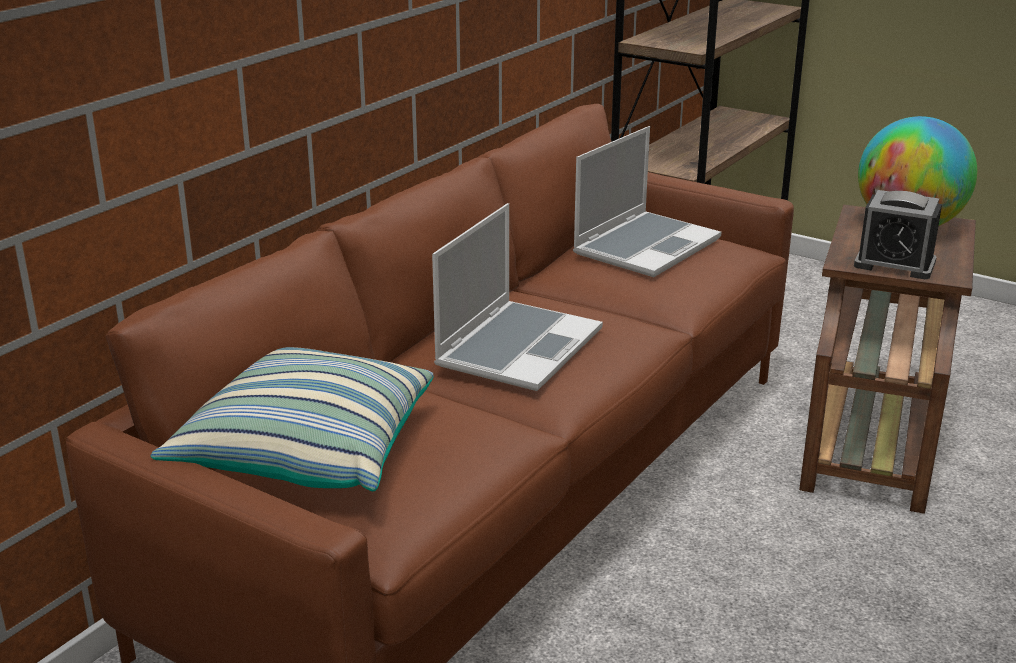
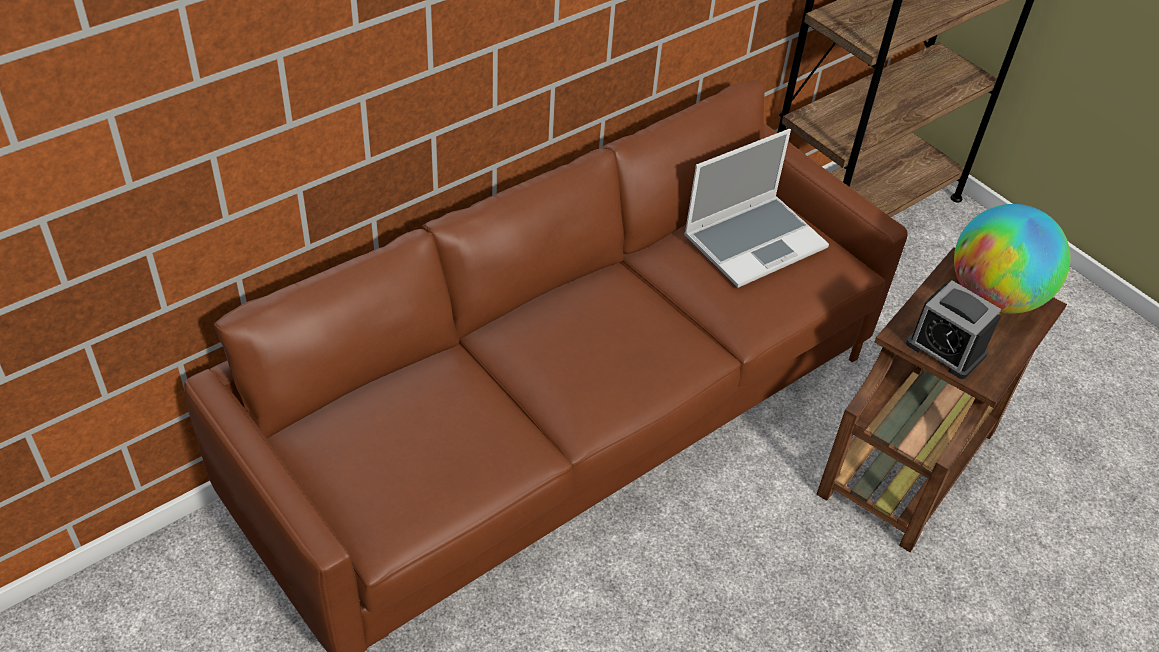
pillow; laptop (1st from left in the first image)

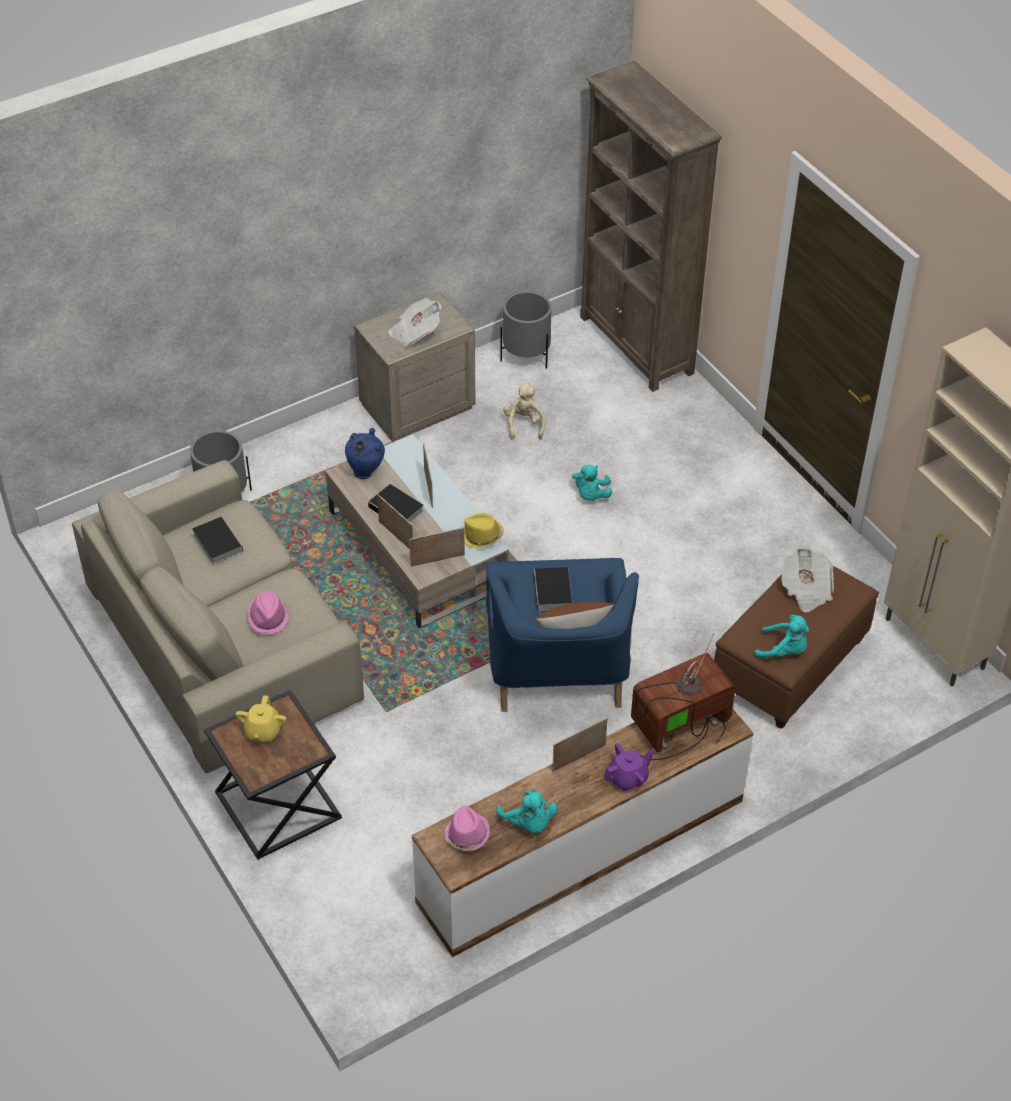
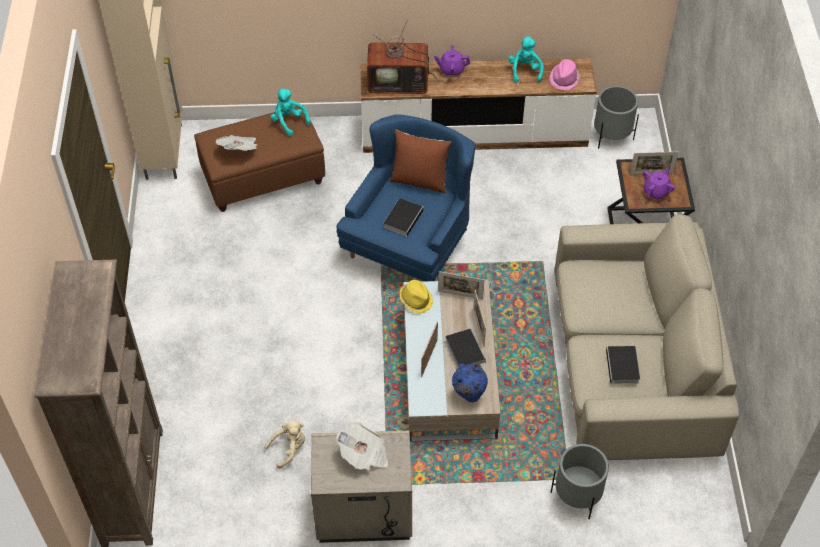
teapot (purple) (2nd from left); hat (pink) (1st from left in the first image); planter (grey) (2nd from left); plush toy (beige); picture frame (4th from left); plush toy (turquoise) (2nd from left in the first image)

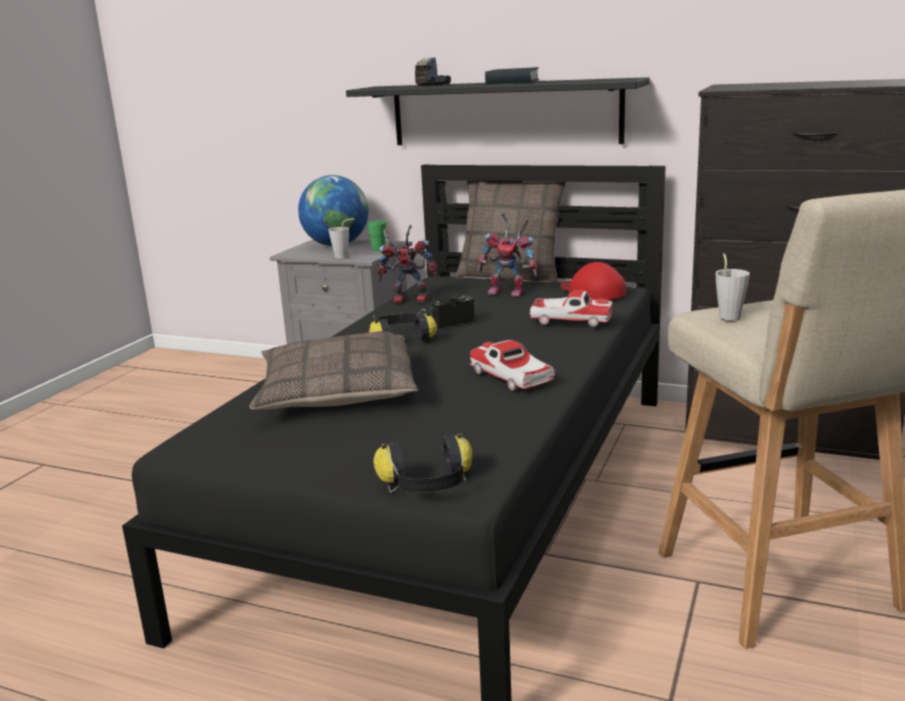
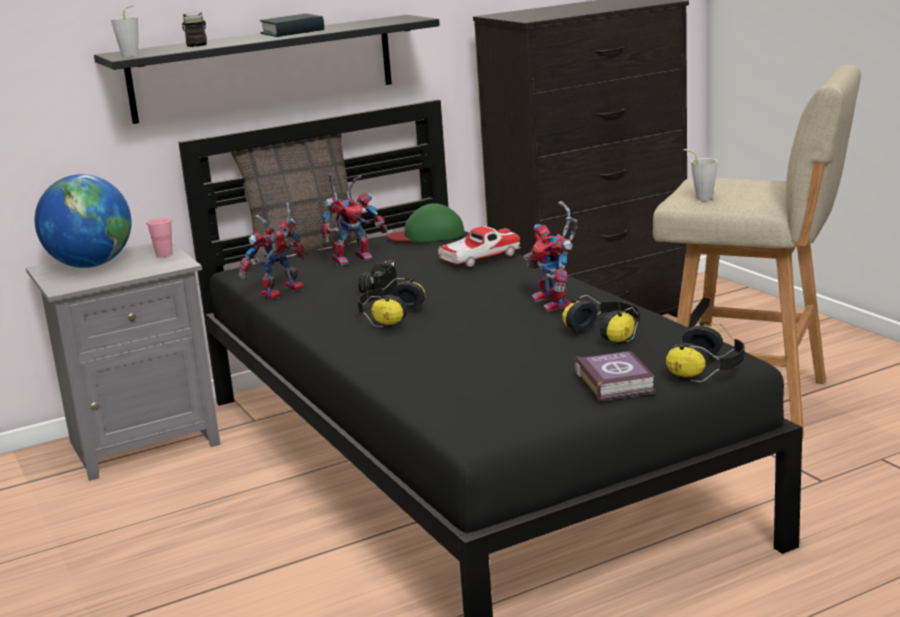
pillow (1st from left in the first image); cup (grey) (1st from left); cup (pink); toy robot (3rd from left); cap (green); headphones (2nd from left); book (2nd from left)

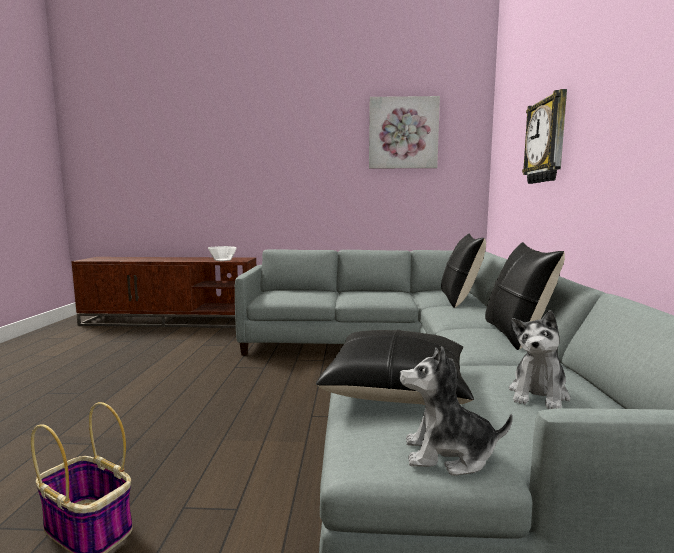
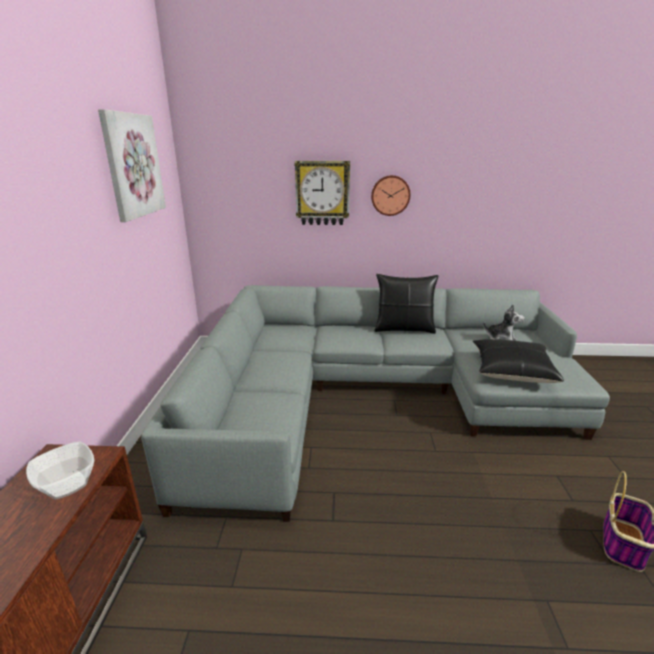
plush toy (1st from left in the first image); pillow (black) (2nd from left in the first image); wall clock (2nd from left)

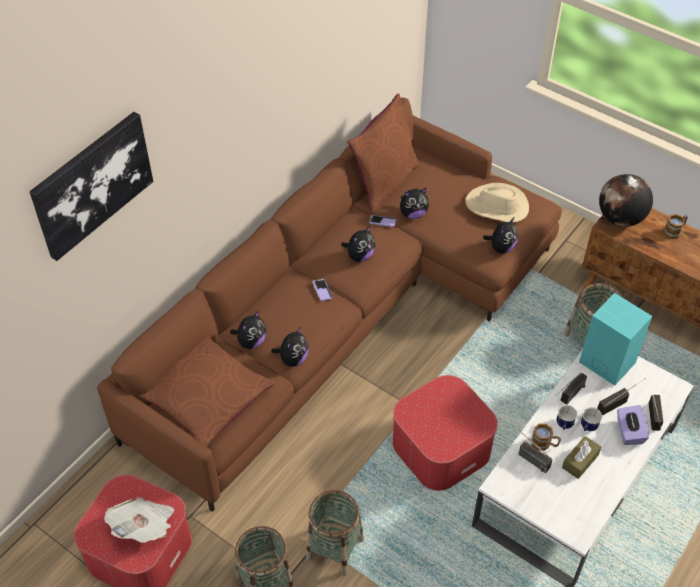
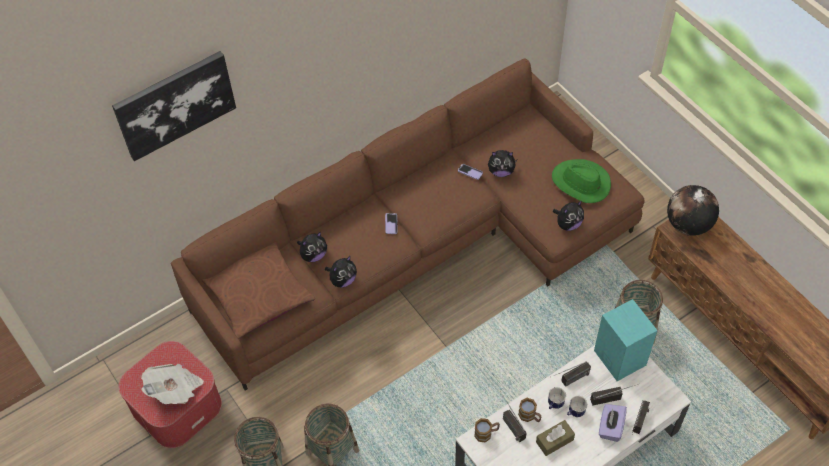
plush toy (3rd from left in the first image); pillow (brown) (2nd from left in the first image); ottoman (2nd from left in the first image); hat (green); mug (1st from left)

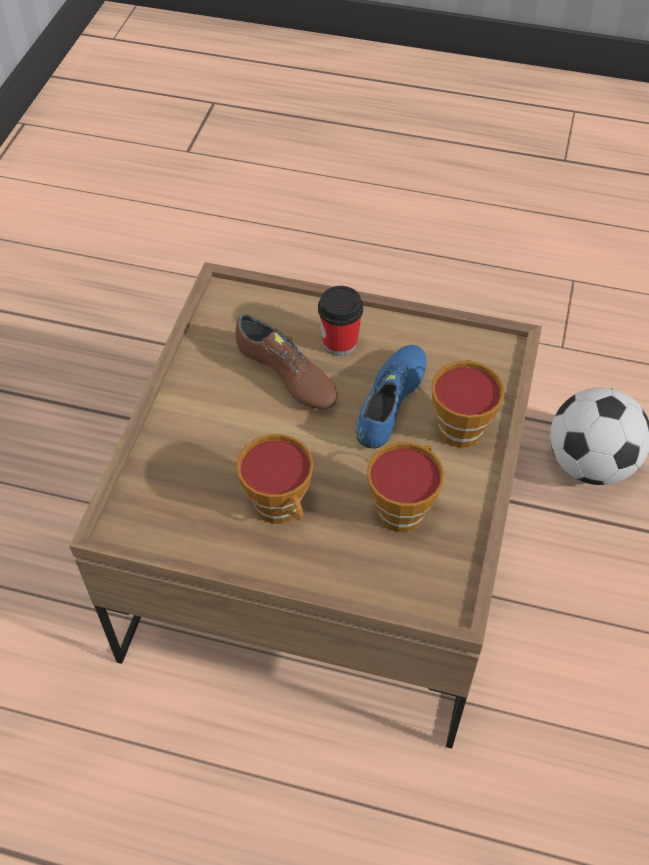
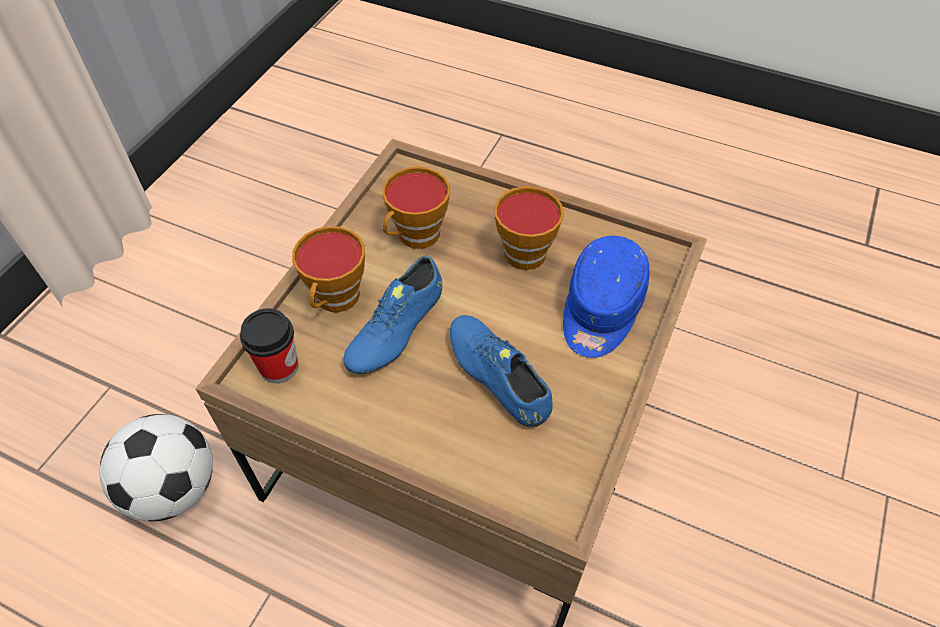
shoe (blue) (2nd from left); cup (1st from left); cap (blue)

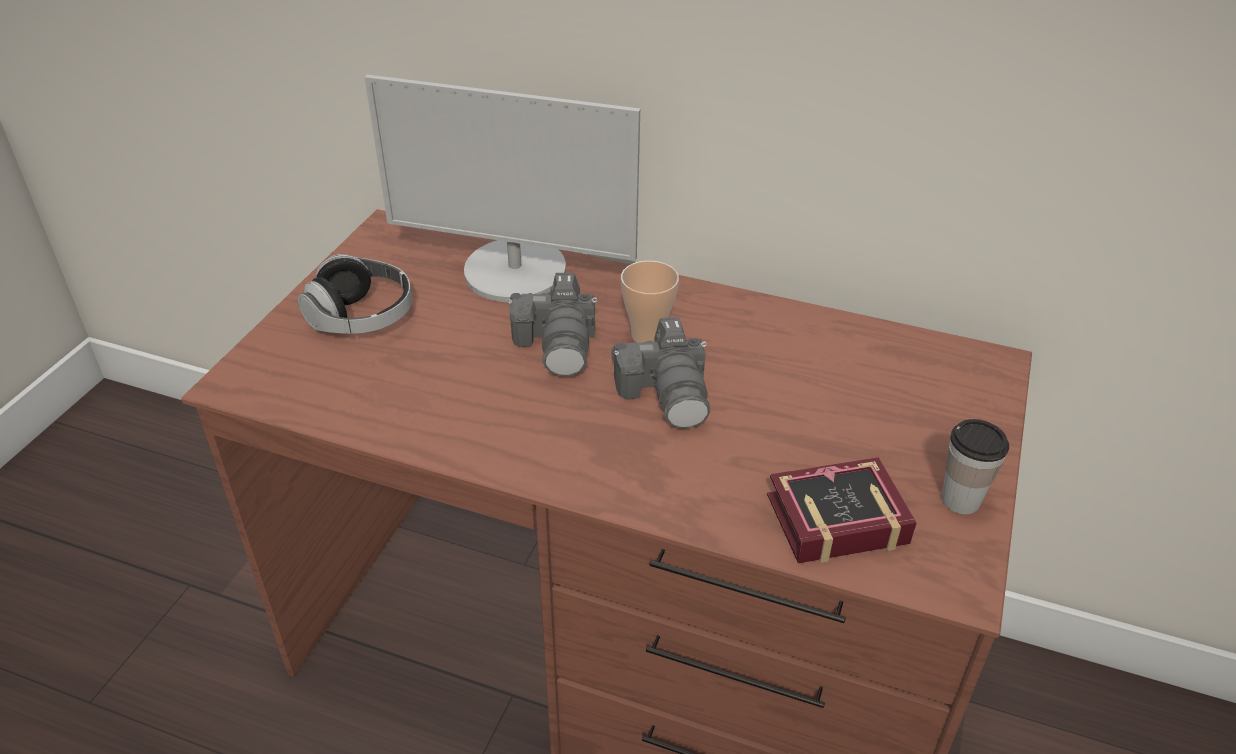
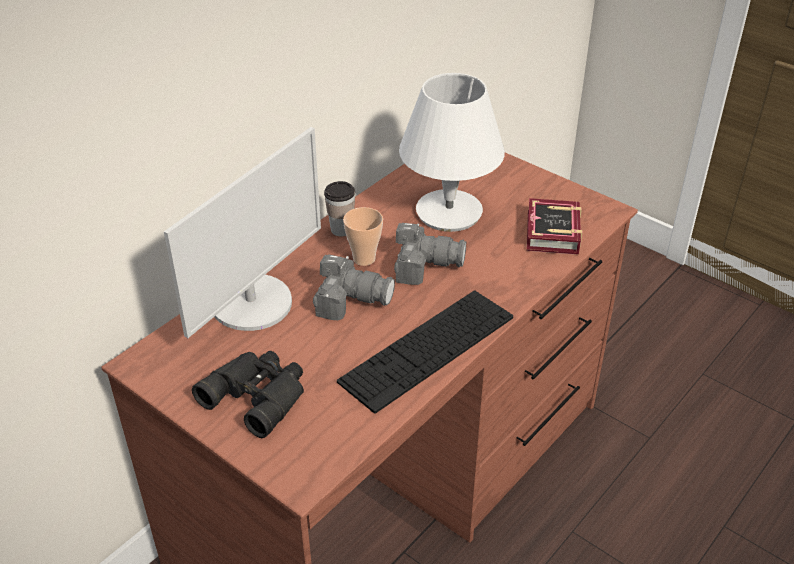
binoculars (black); cup (1st from left); keyboard; table lamp (white)

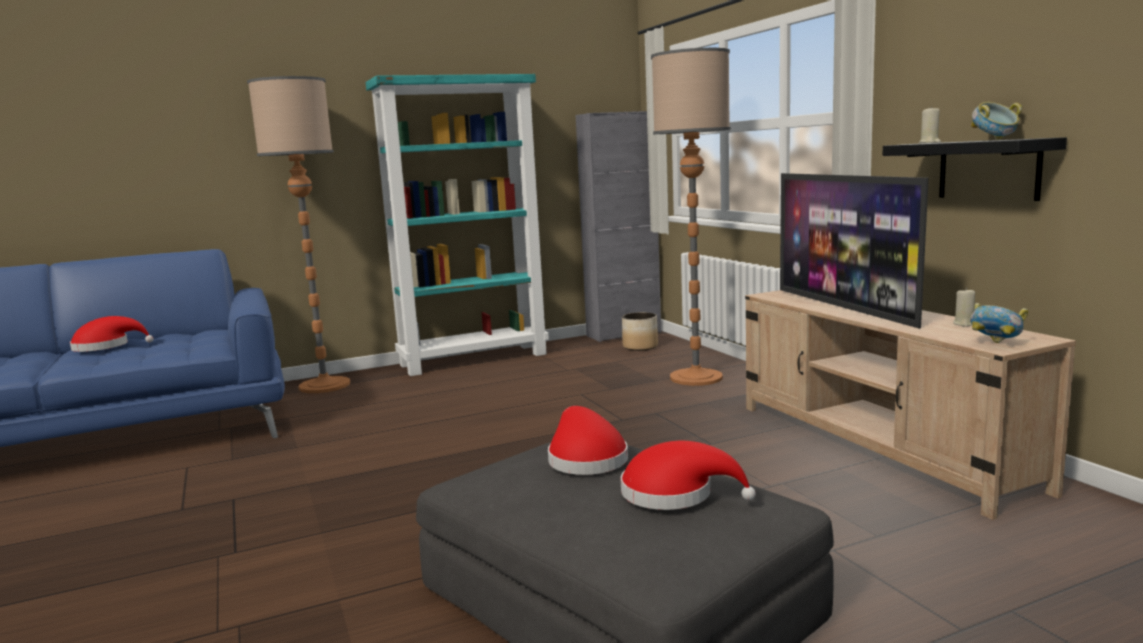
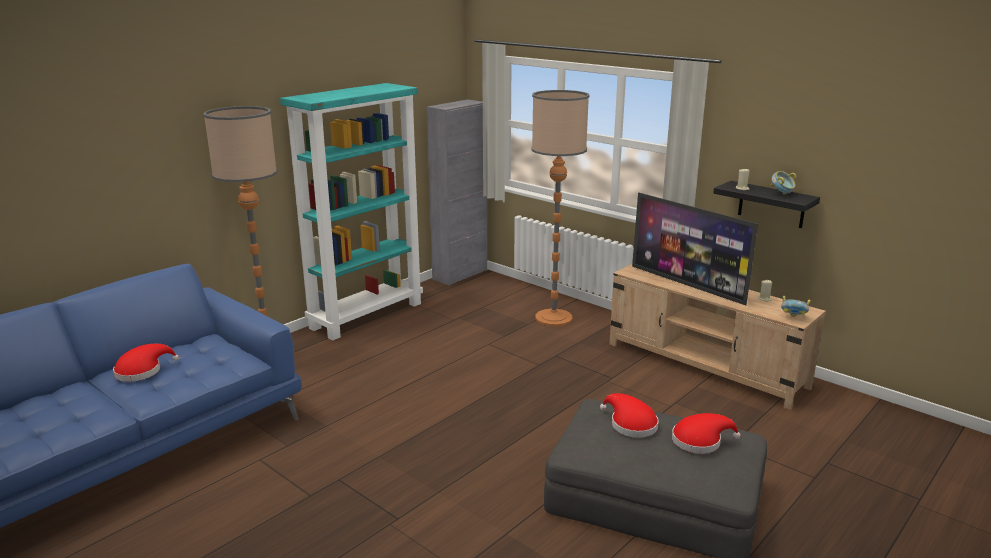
planter

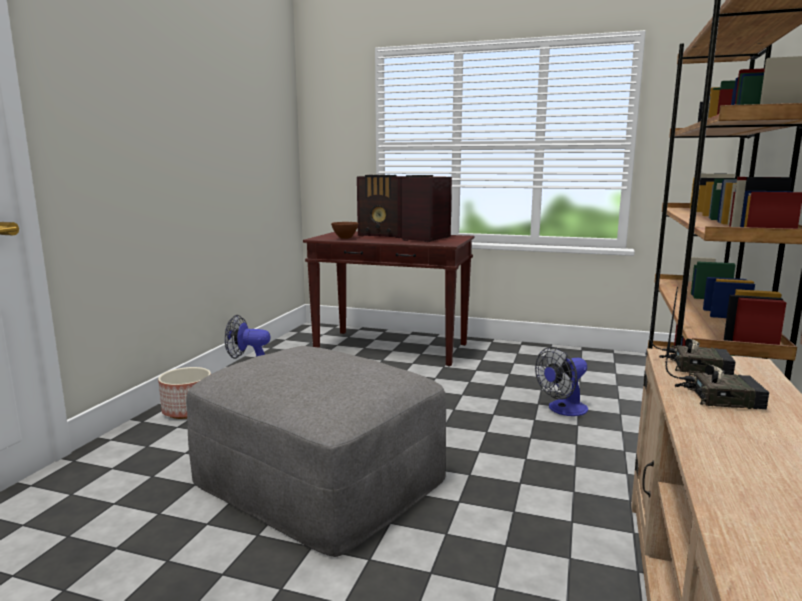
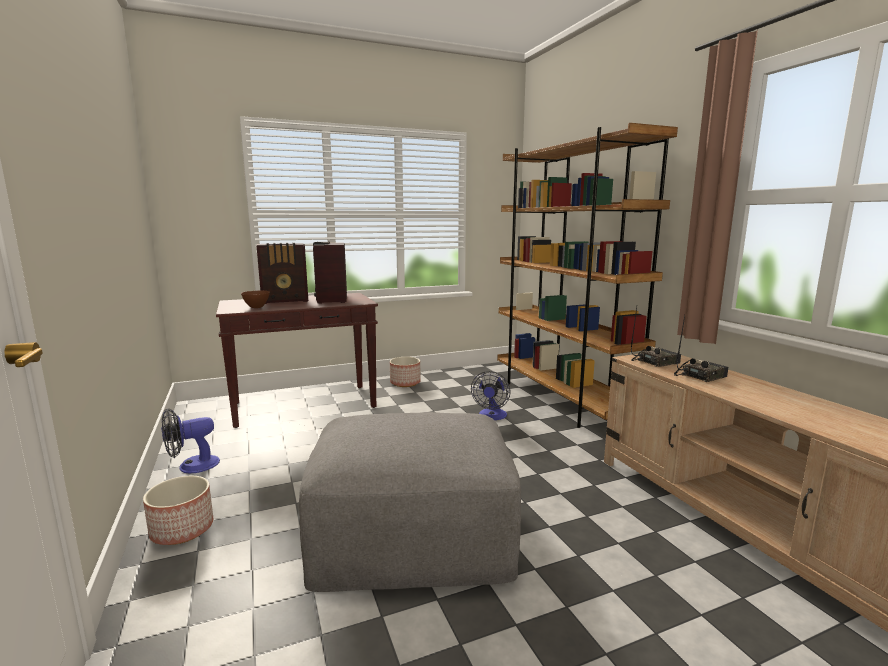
planter (2nd from left)

